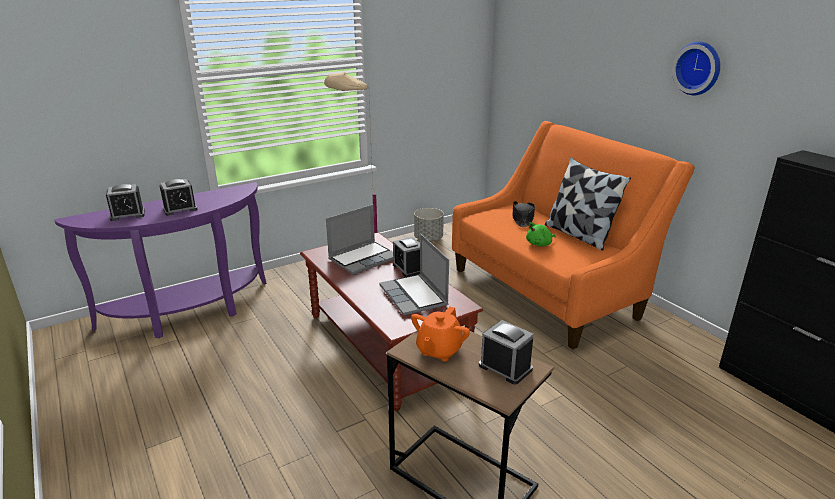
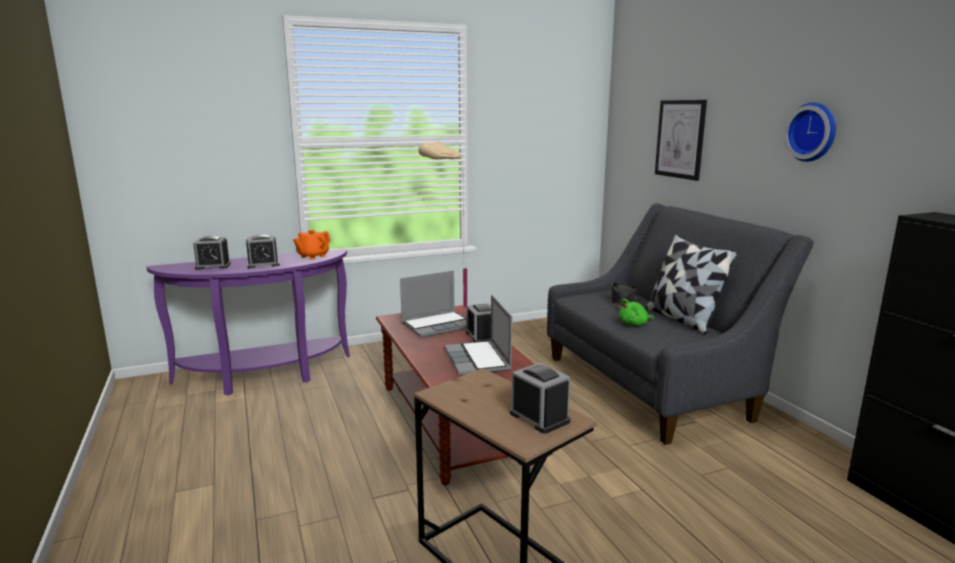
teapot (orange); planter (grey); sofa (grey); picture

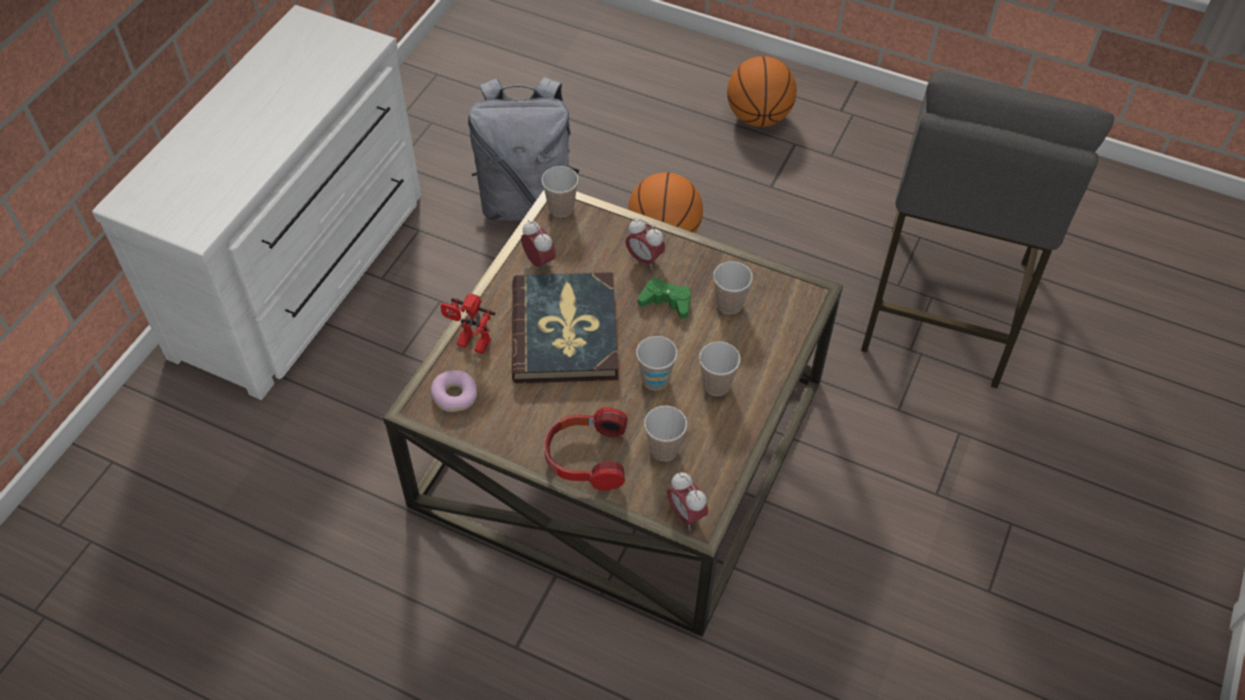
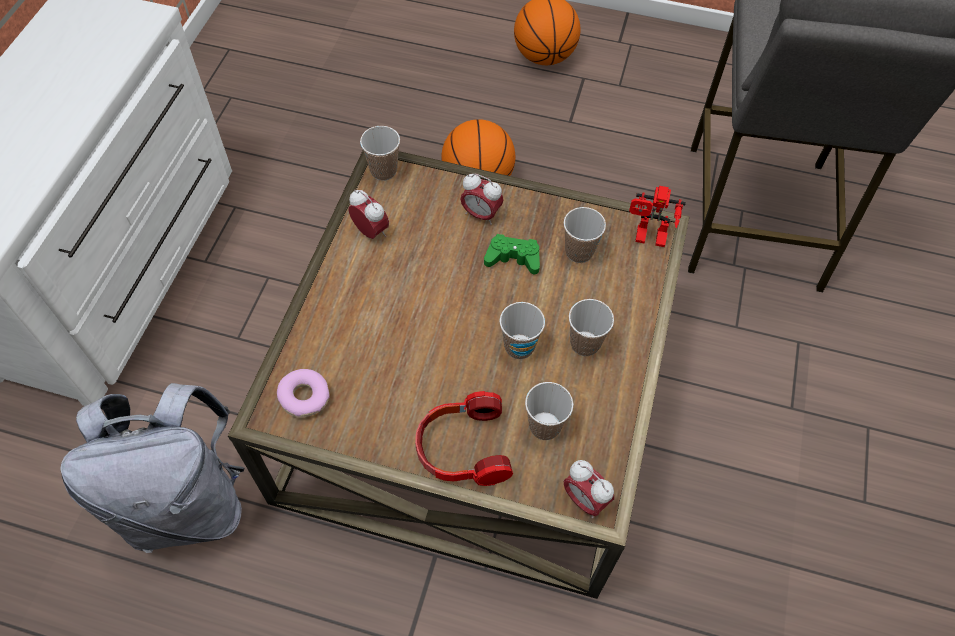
toy robot; backpack (grey); book

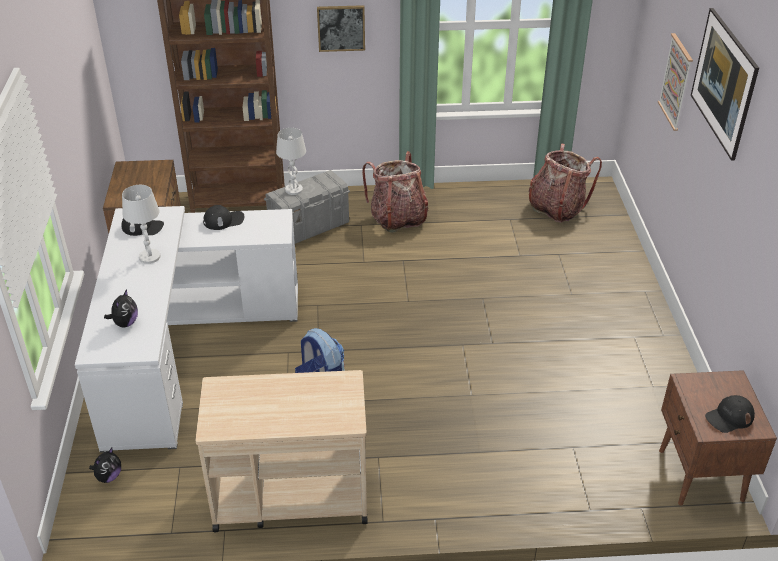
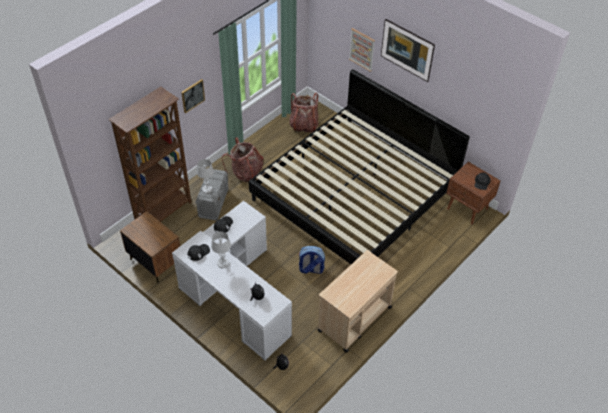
bed

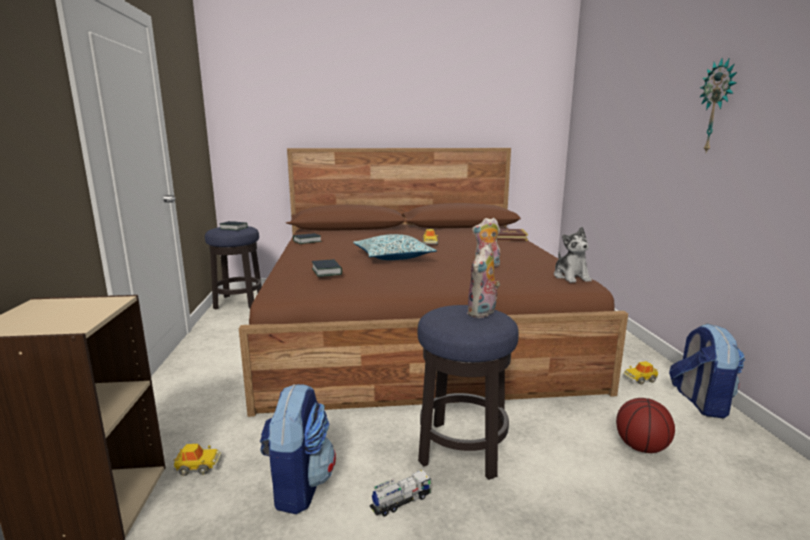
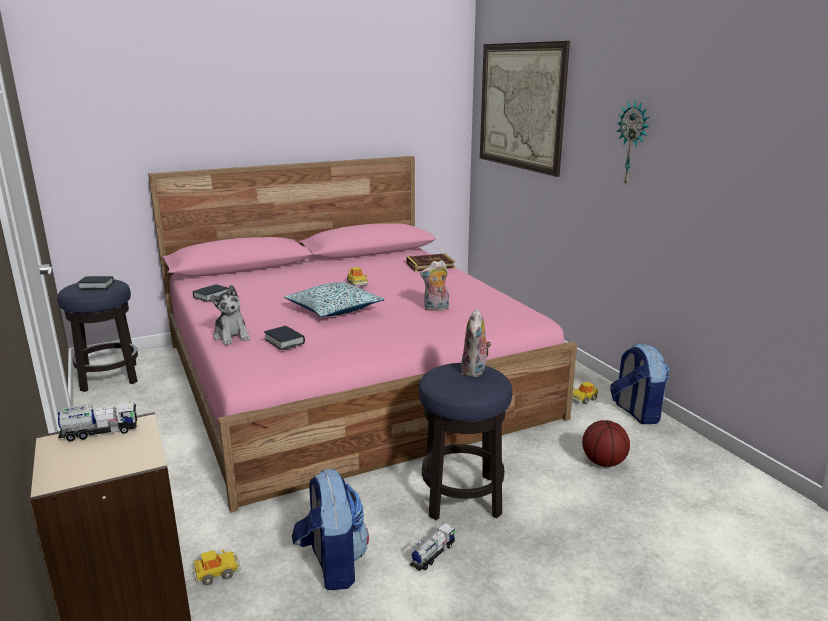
bed (pink); plush toy (1st from left); toy truck (1st from left); picture

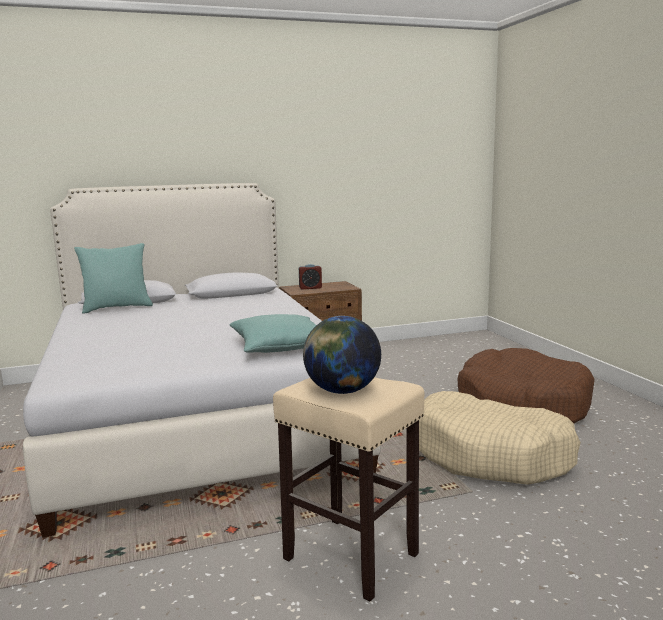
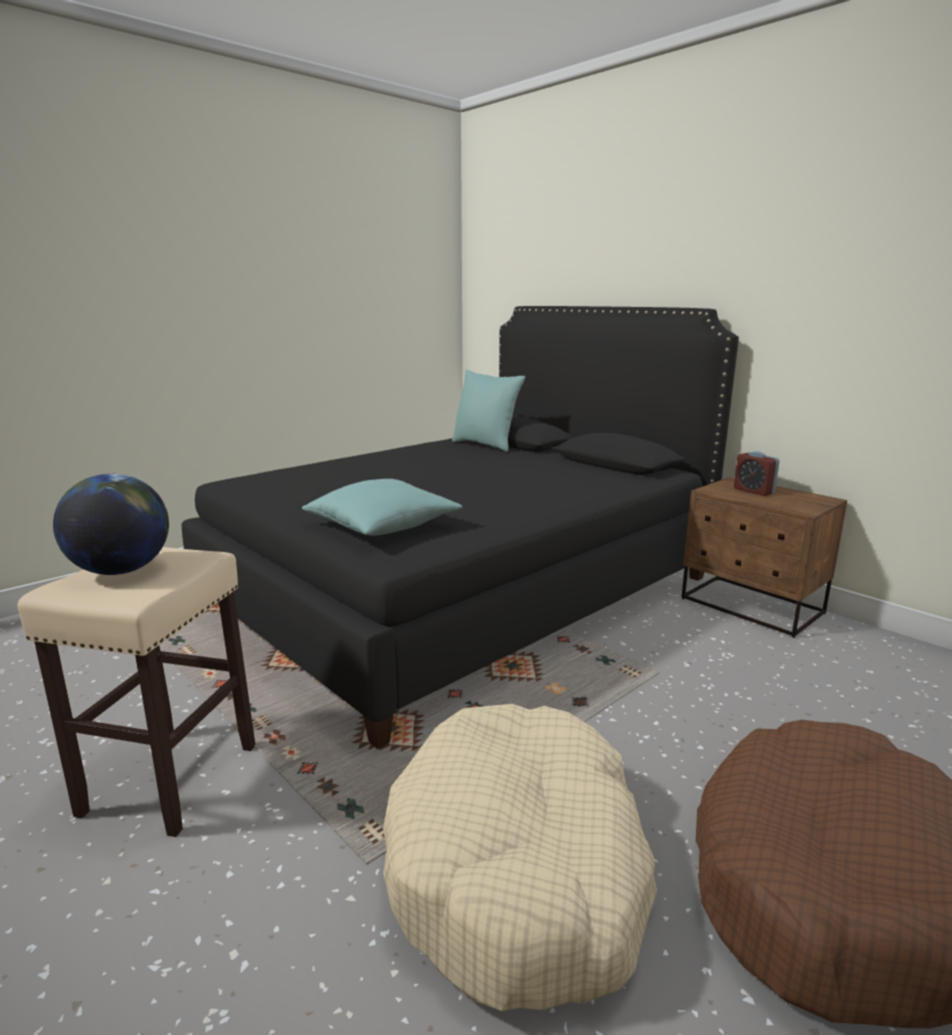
bed (black)

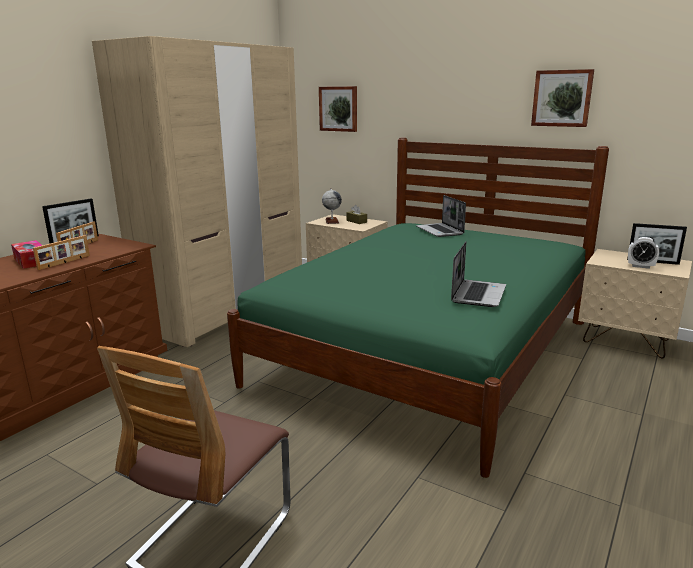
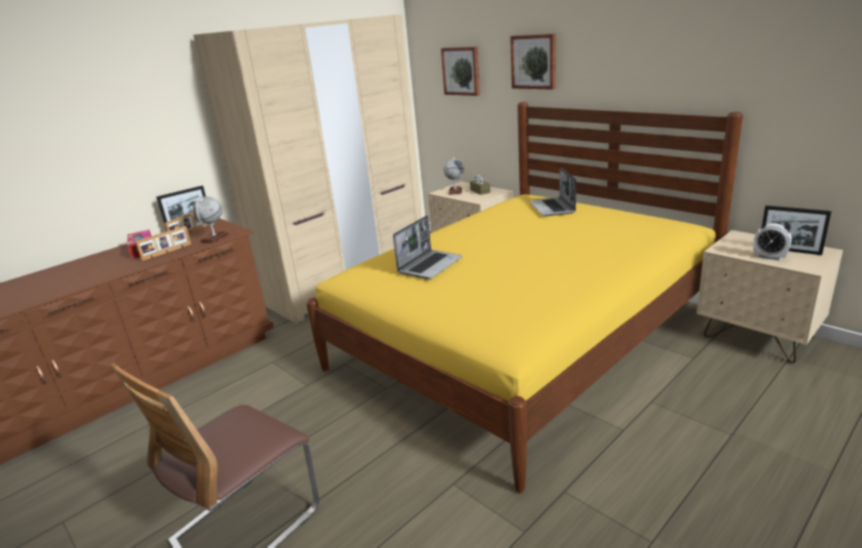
bed (yellow); laptop (1st from left); picture (2nd from left); globe (1st from left)

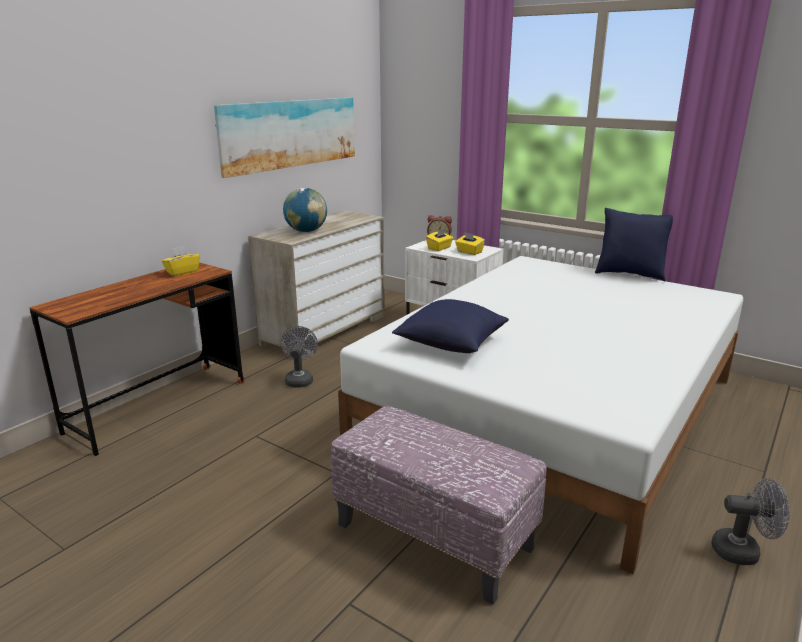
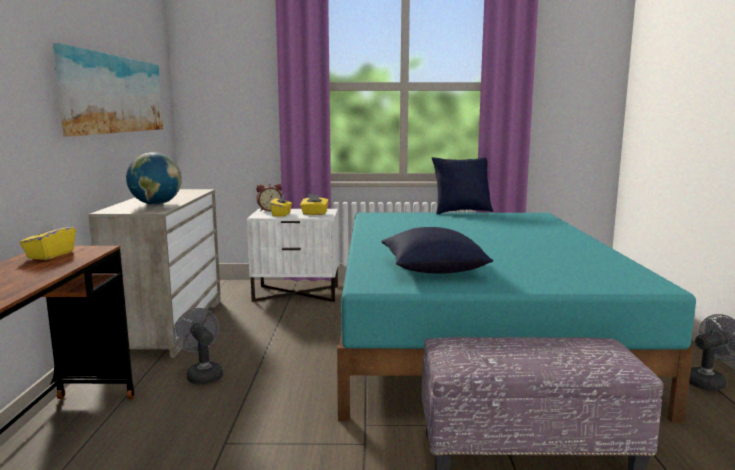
bed (turquoise)

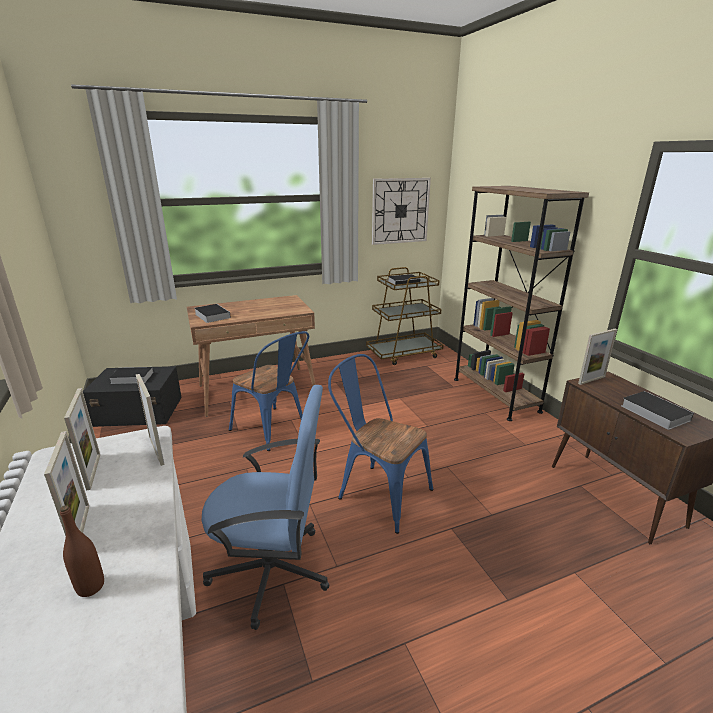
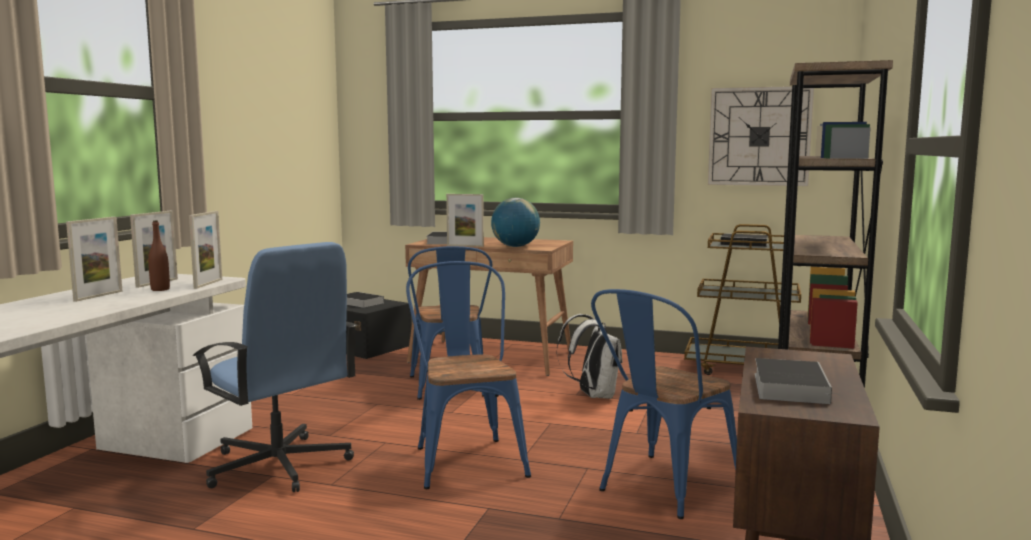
bottle (brown); picture frame (4th from left); globe; backpack (white); chair (blue) (3rd from left)

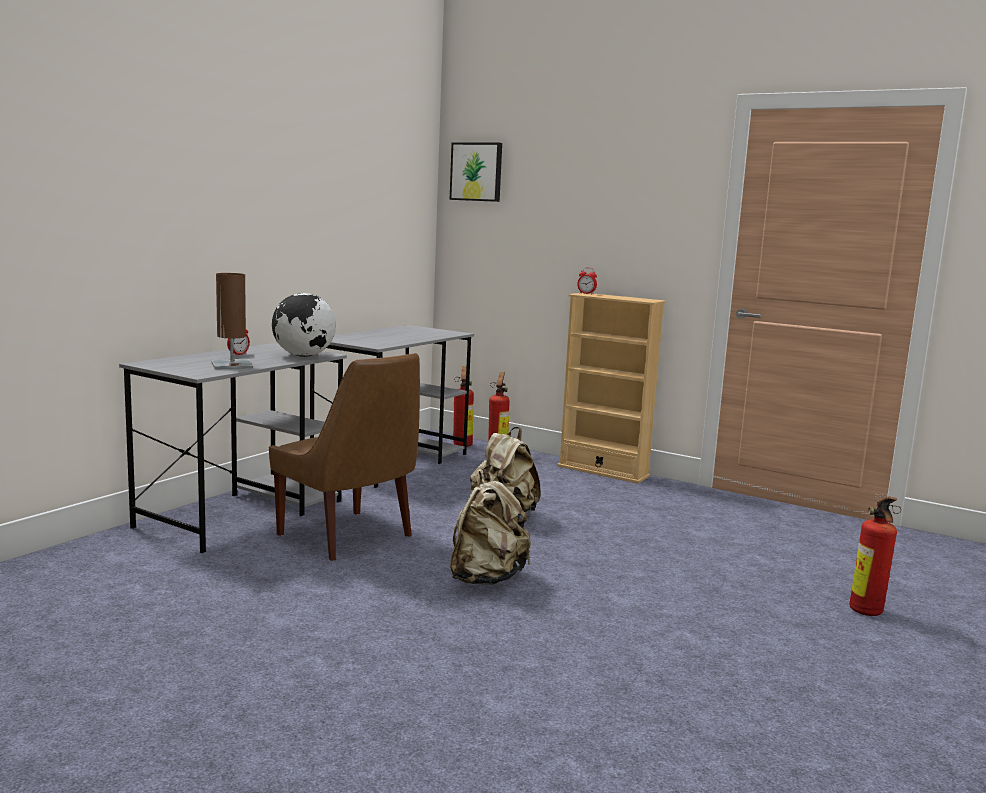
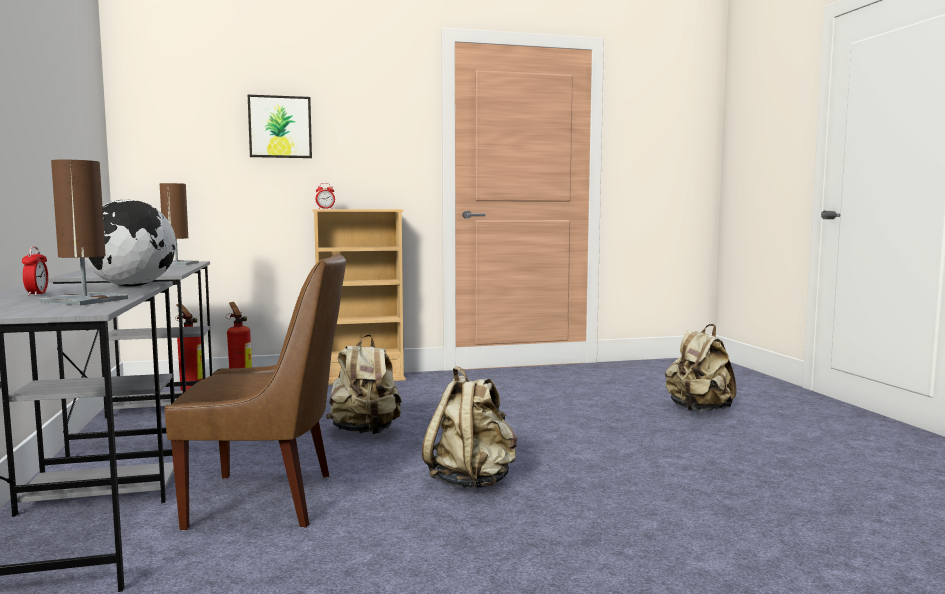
picture; backpack (beige) (3rd from left); table lamp (brown) (2nd from left)

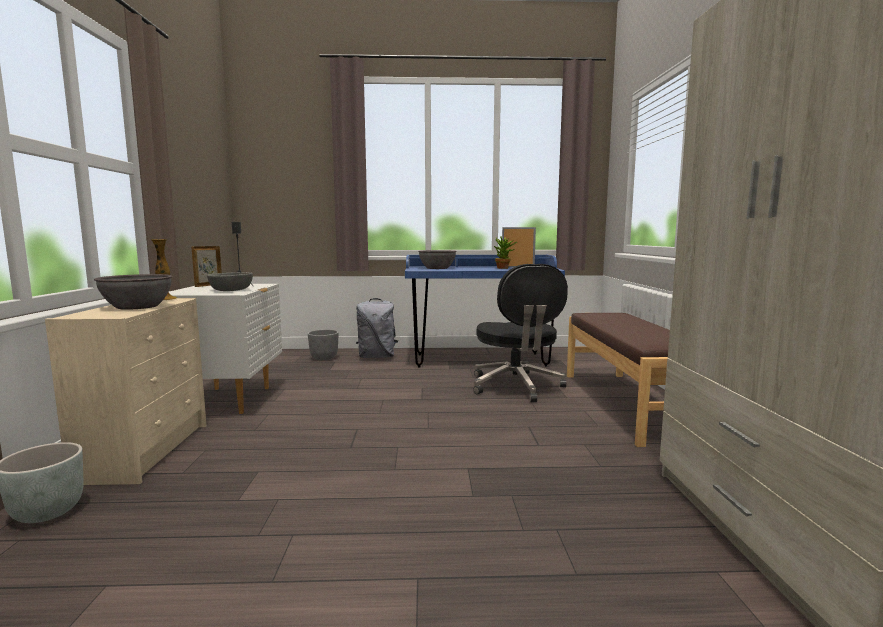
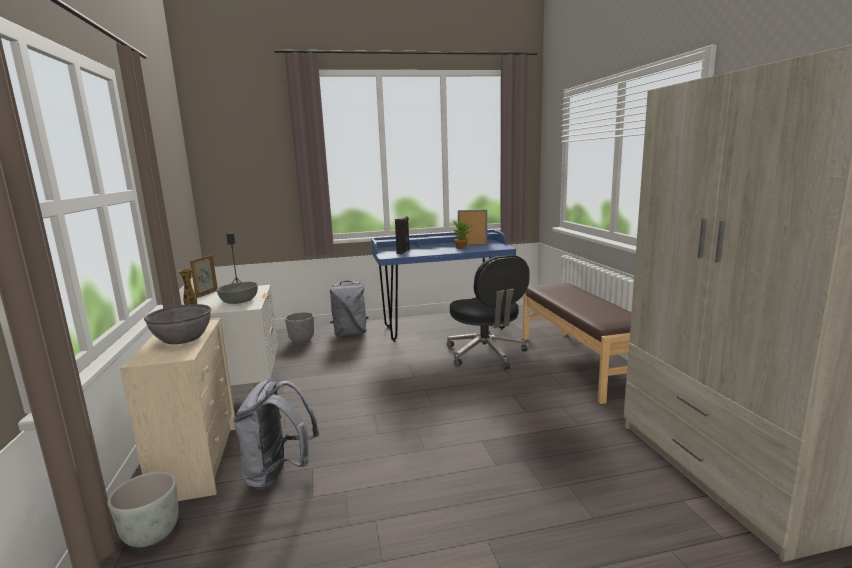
speaker (black) (2nd from left); backpack (grey) (1st from left)

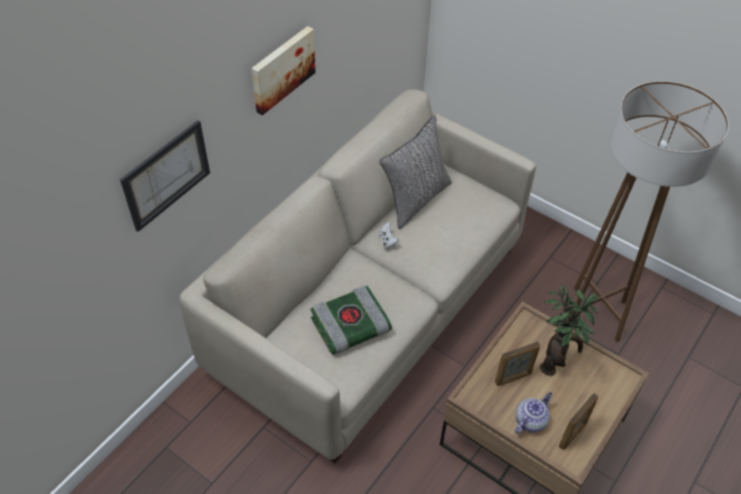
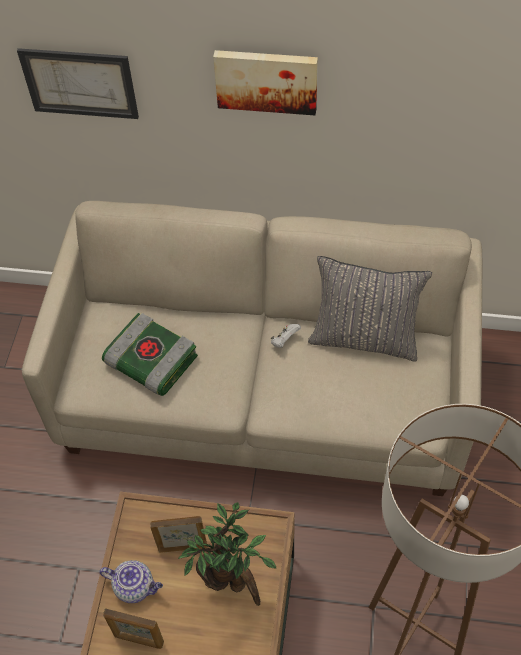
picture frame (2nd from left)

